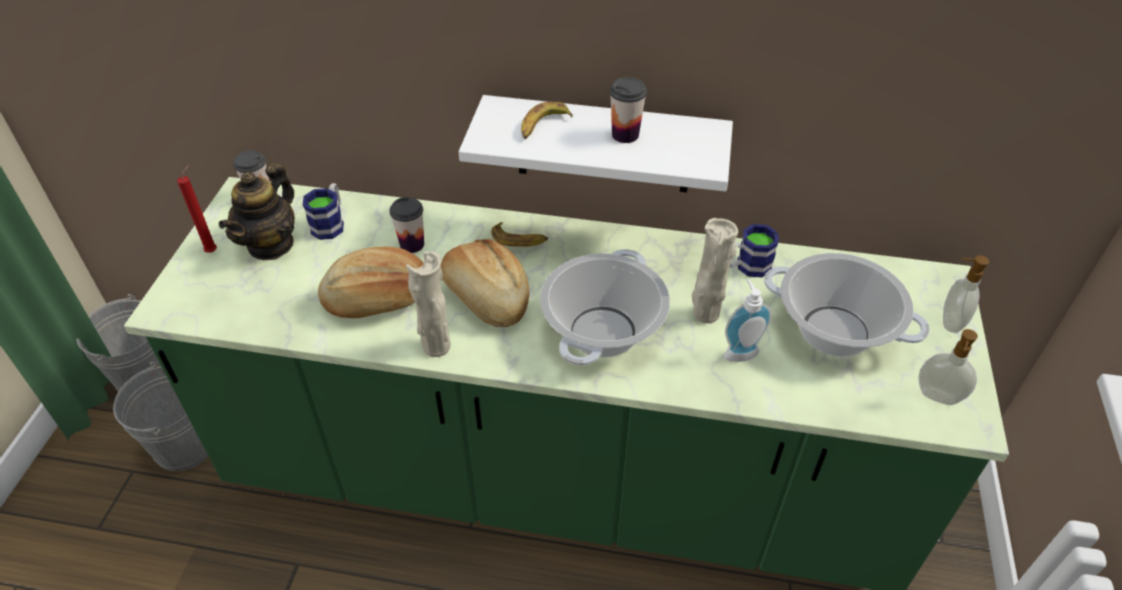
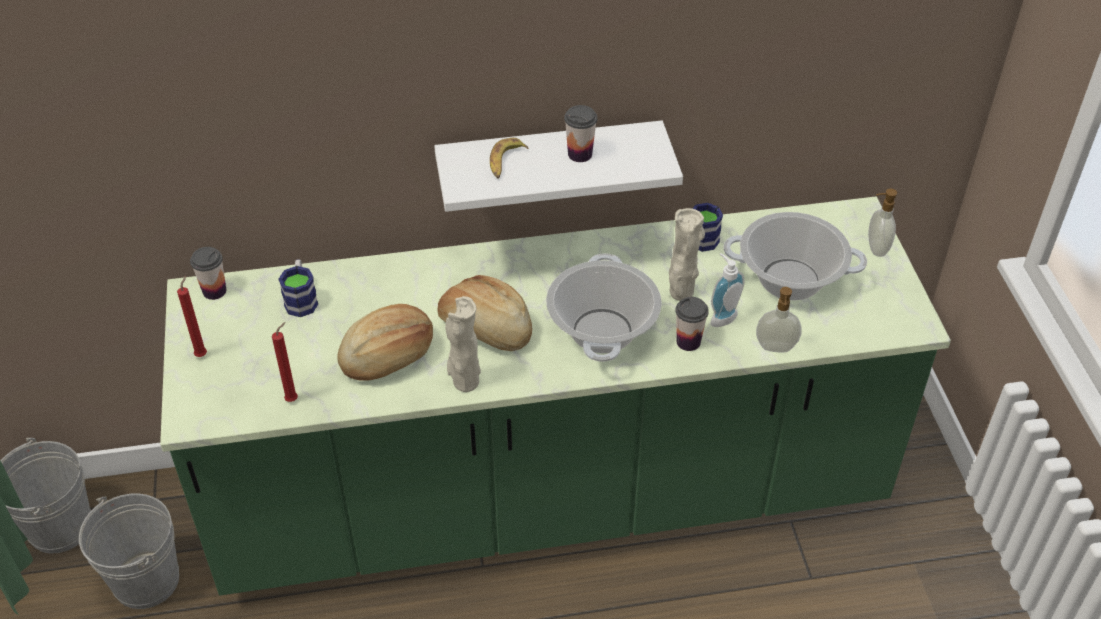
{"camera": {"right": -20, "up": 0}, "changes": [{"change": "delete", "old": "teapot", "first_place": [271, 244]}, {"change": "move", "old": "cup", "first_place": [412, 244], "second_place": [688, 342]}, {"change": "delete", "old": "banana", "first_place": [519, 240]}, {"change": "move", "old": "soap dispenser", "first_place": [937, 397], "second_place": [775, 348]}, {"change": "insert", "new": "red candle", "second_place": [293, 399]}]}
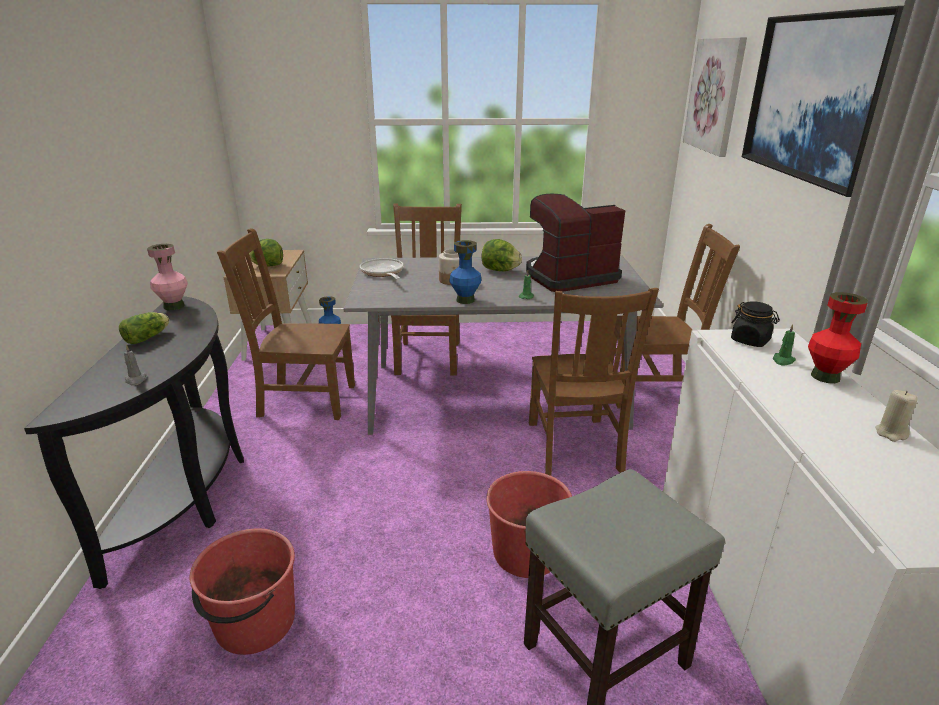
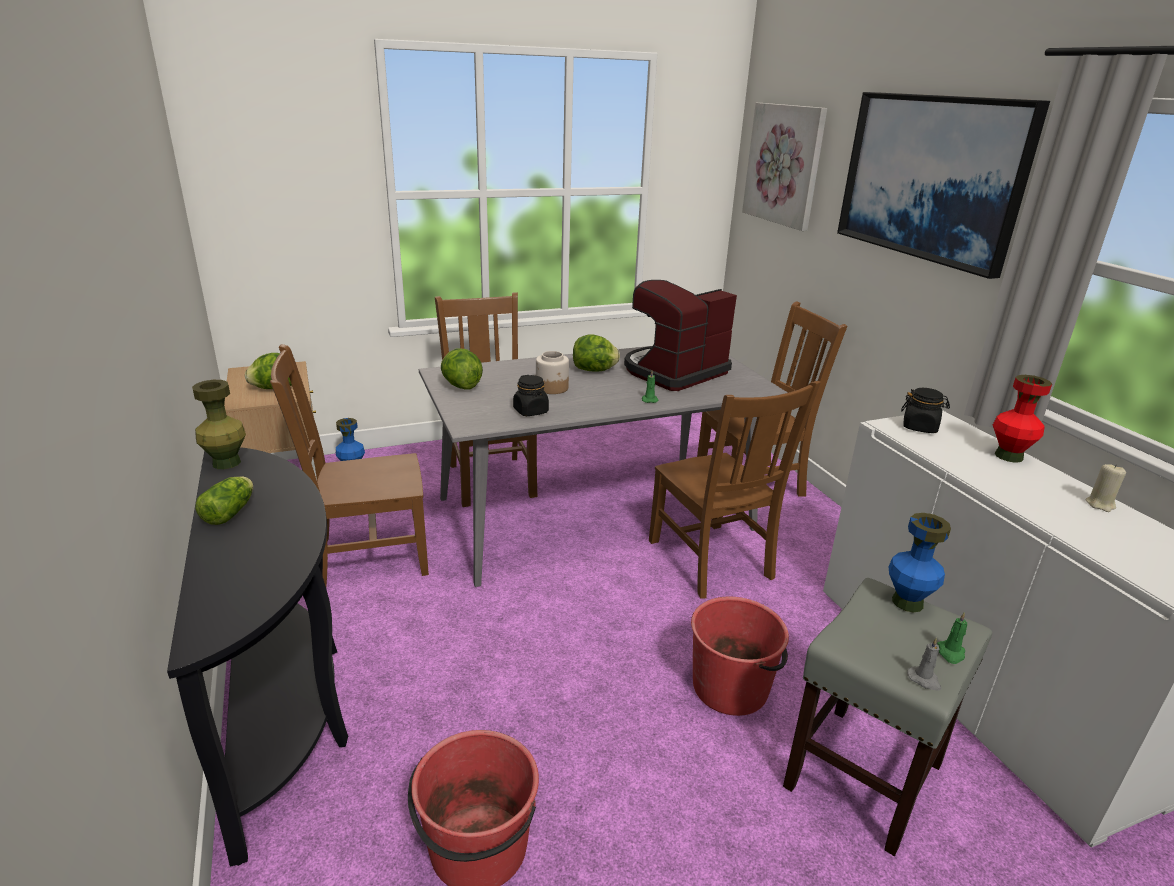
{"camera": {"right": -20, "up": 0}, "changes": [{"change": "move", "old": "grey candle", "first_place": [136, 380], "second_place": [924, 680]}, {"change": "recolor", "old": "pink vase", "new": "green vase", "first_place": [174, 306], "second_place": [226, 462]}, {"change": "replace", "old": "frying pan", "new": "lettuce", "first_place": [383, 273], "second_place": [461, 386]}, {"change": "move", "old": "blue vase", "first_place": [465, 300], "second_place": [907, 603]}, {"change": "move", "old": "green candle", "first_place": [783, 360], "second_place": [950, 653]}, {"change": "insert", "new": "black jar", "second_place": [531, 411]}]}
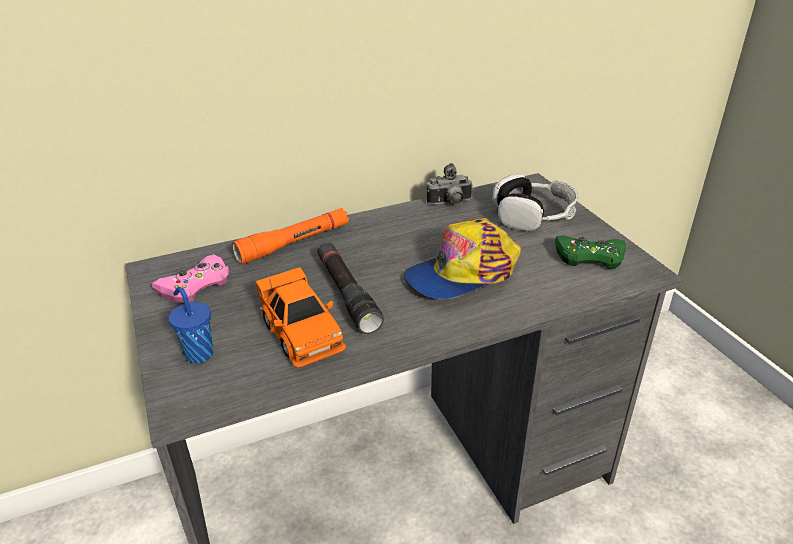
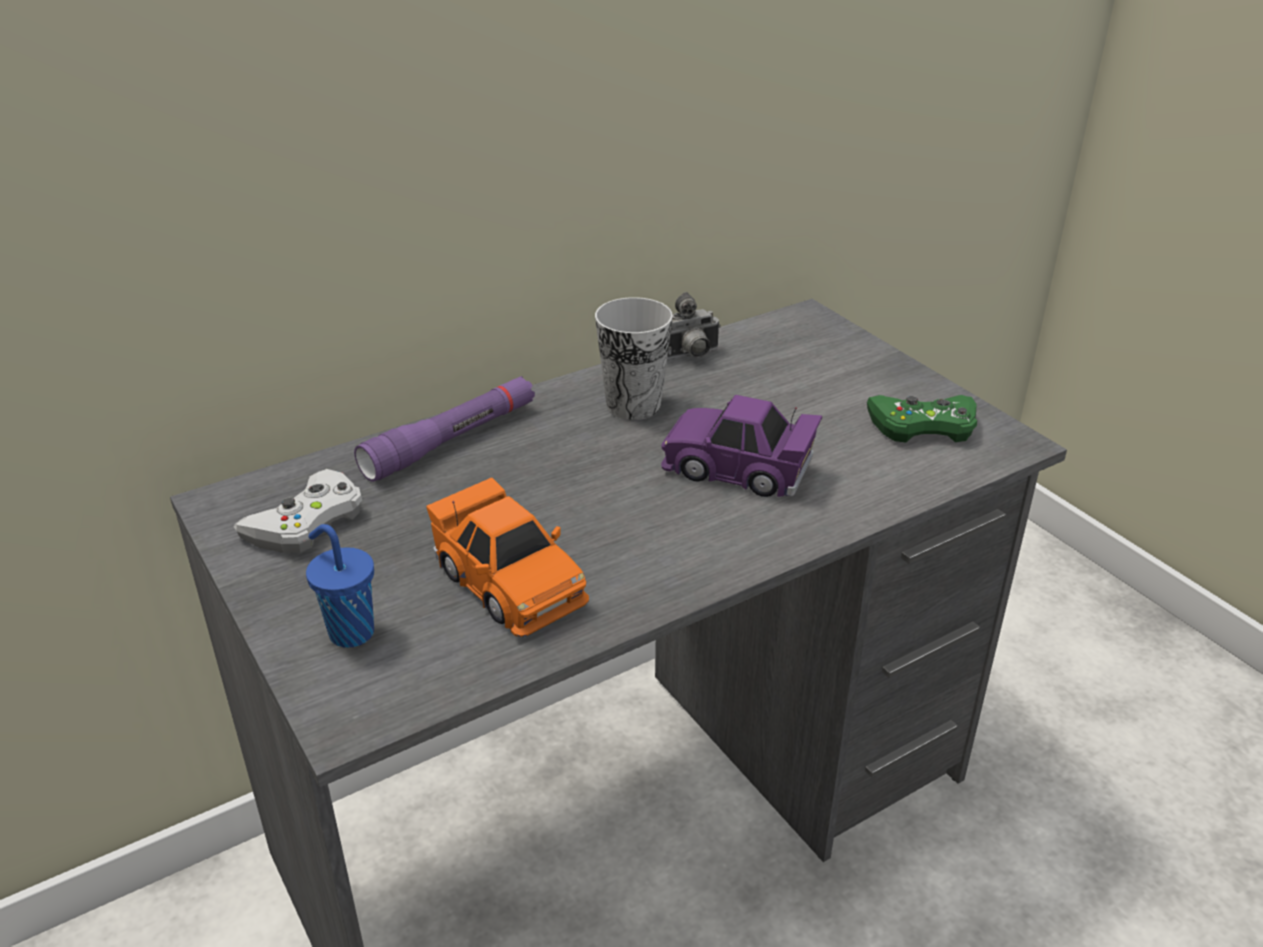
{"camera": {"right": -10, "up": 0}, "changes": [{"change": "recolor", "old": "pink game controller", "new": "white game controller", "first_place": [195, 285], "second_place": [306, 522]}, {"change": "recolor", "old": "orange flashlight", "new": "purple flashlight", "first_place": [294, 243], "second_place": [451, 440]}, {"change": "delete", "old": "black flashlight", "first_place": [347, 294]}, {"change": "replace", "old": "cap", "new": "purple toy car", "first_place": [463, 274], "second_place": [738, 469]}, {"change": "delete", "old": "headphones", "first_place": [533, 216]}, {"change": "insert", "new": "cup", "second_place": [633, 405]}]}
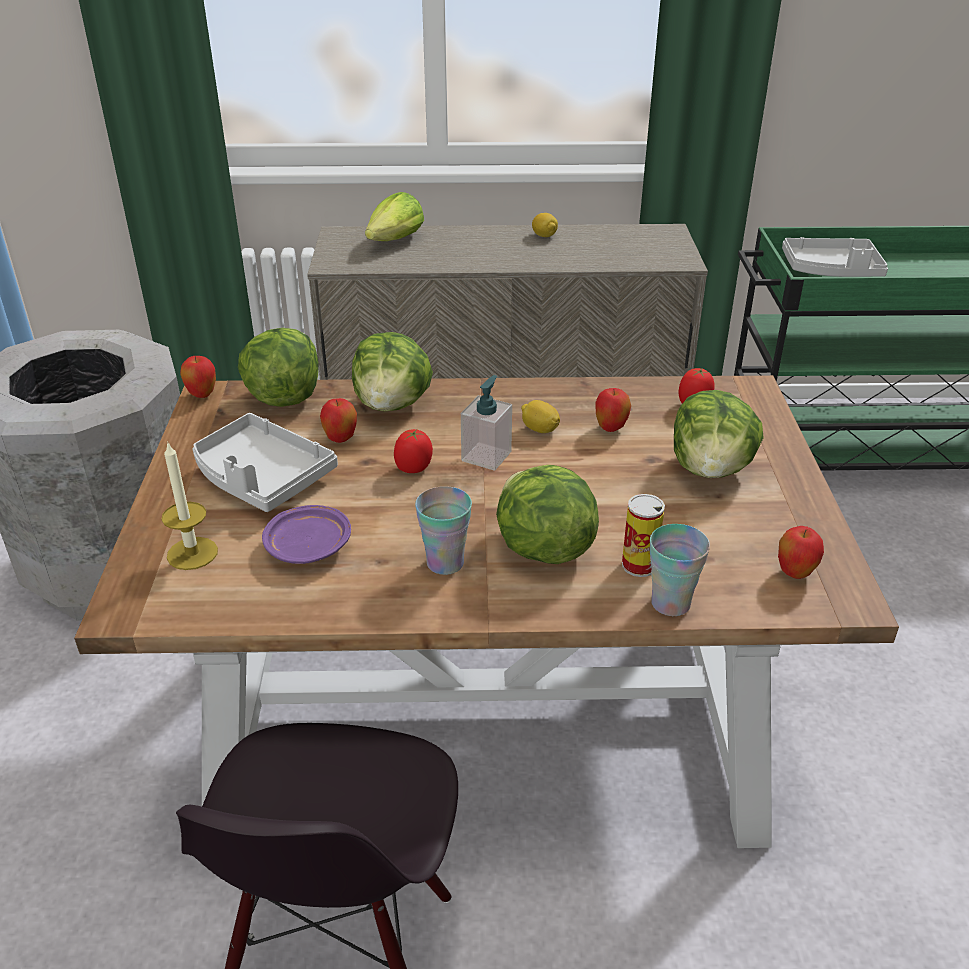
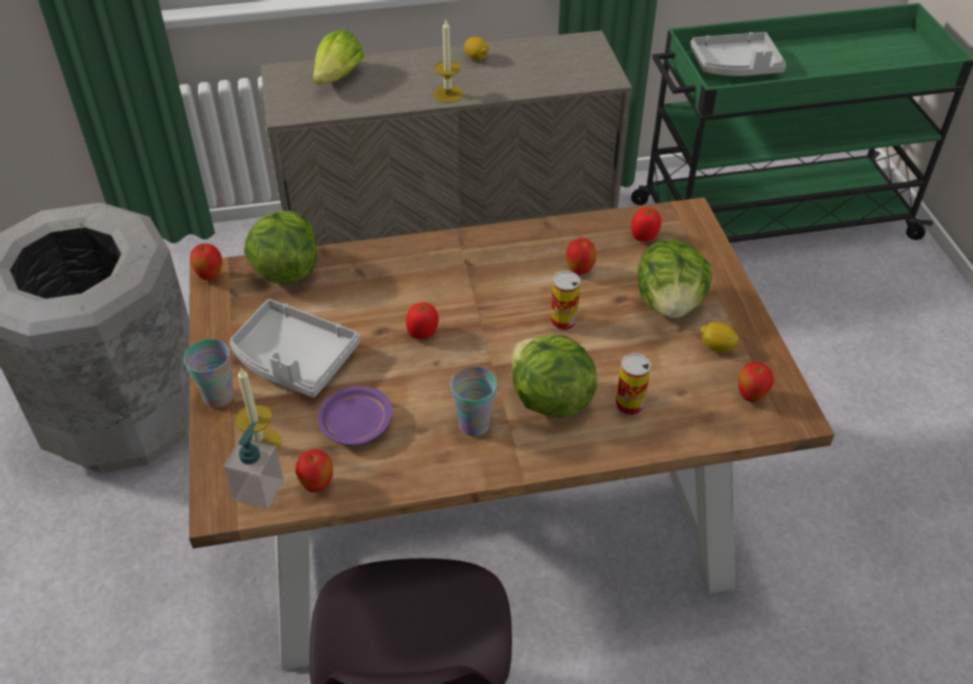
{"camera": {"right": -10, "up": 10}, "changes": [{"change": "move", "old": "apple", "first_place": [340, 439], "second_place": [317, 485]}, {"change": "delete", "old": "lettuce", "first_place": [393, 405]}, {"change": "move", "old": "soap dispenser", "first_place": [486, 456], "second_place": [259, 490]}, {"change": "move", "old": "lemon", "first_place": [539, 430], "second_place": [716, 347]}, {"change": "move", "old": "cup", "first_place": [670, 603], "second_place": [218, 397]}, {"change": "insert", "new": "candle", "second_place": [448, 94]}, {"change": "insert", "new": "can", "second_place": [563, 322]}]}
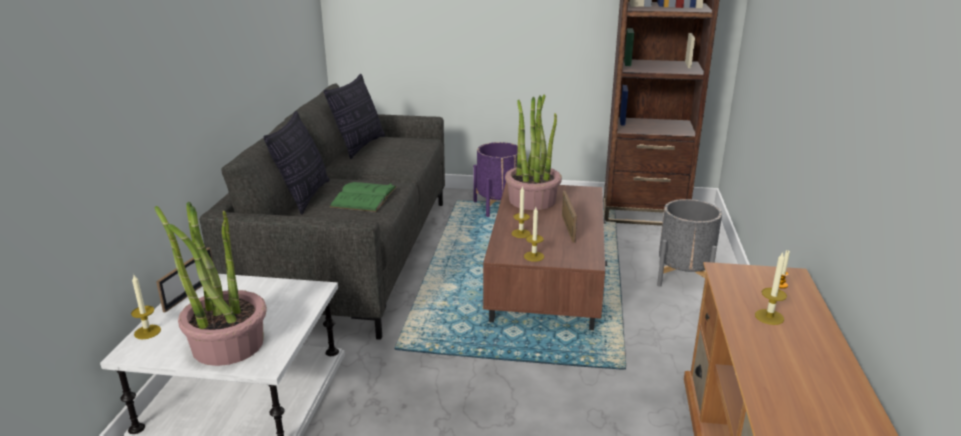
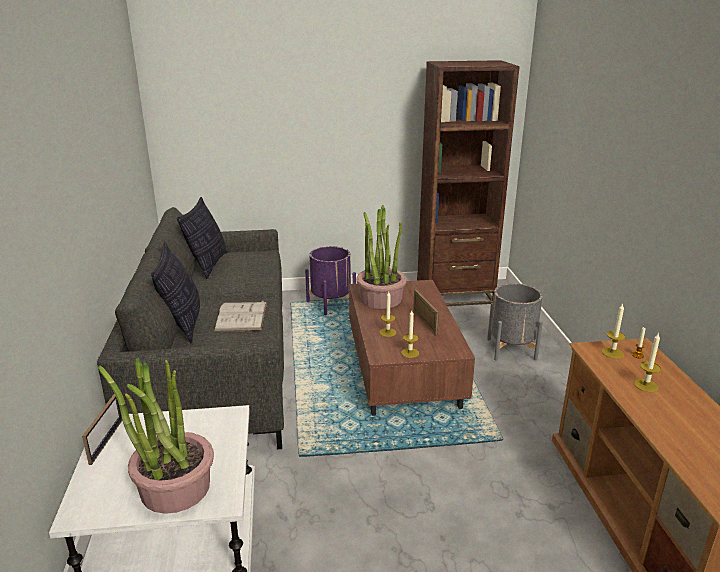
{"camera": {"right": -15, "up": 0}, "changes": [{"change": "move", "old": "candle", "first_place": [147, 332], "second_place": [612, 353]}, {"change": "recolor", "old": "green book", "new": "white book", "first_place": [364, 197], "second_place": [241, 317]}]}
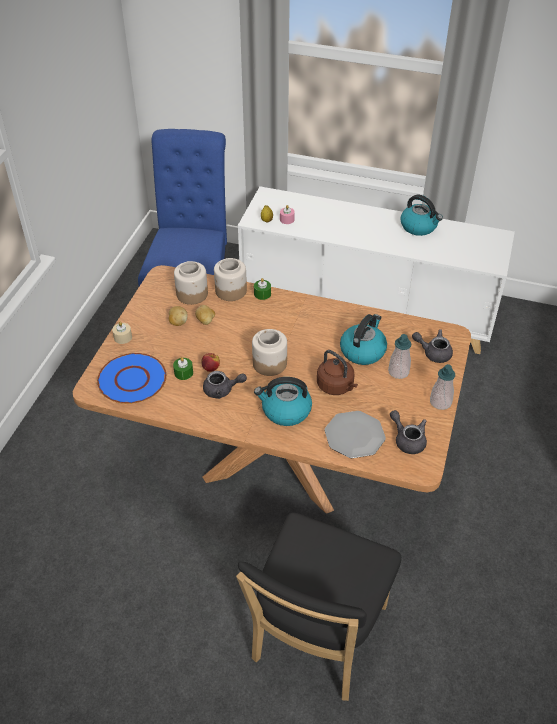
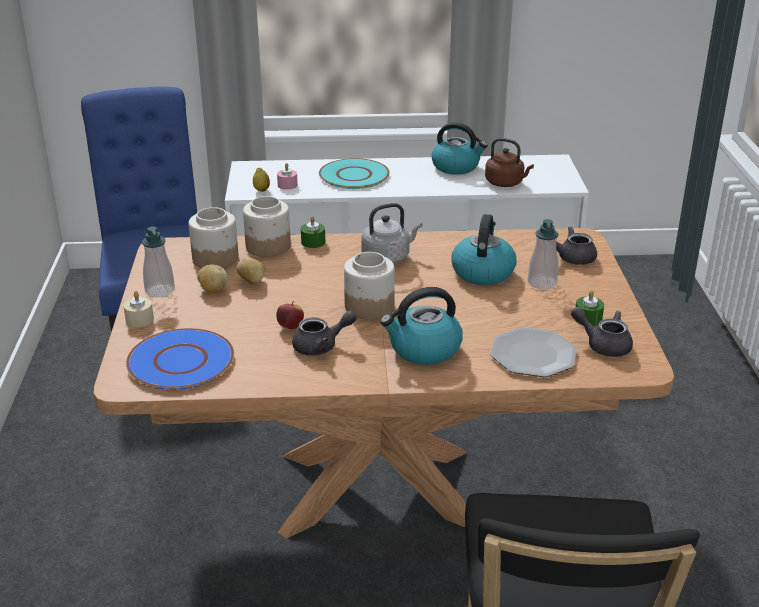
{"camera": {"right": -20, "up": -15}, "changes": [{"change": "move", "old": "green candle", "first_place": [183, 373], "second_place": [588, 319]}, {"change": "move", "old": "brown kettle", "first_place": [336, 386], "second_place": [506, 183]}, {"change": "move", "old": "soap dispenser", "first_place": [440, 402], "second_place": [160, 290]}, {"change": "insert", "new": "turquoise plate", "second_place": [353, 175]}, {"change": "insert", "new": "grey kettle", "second_place": [388, 257]}]}
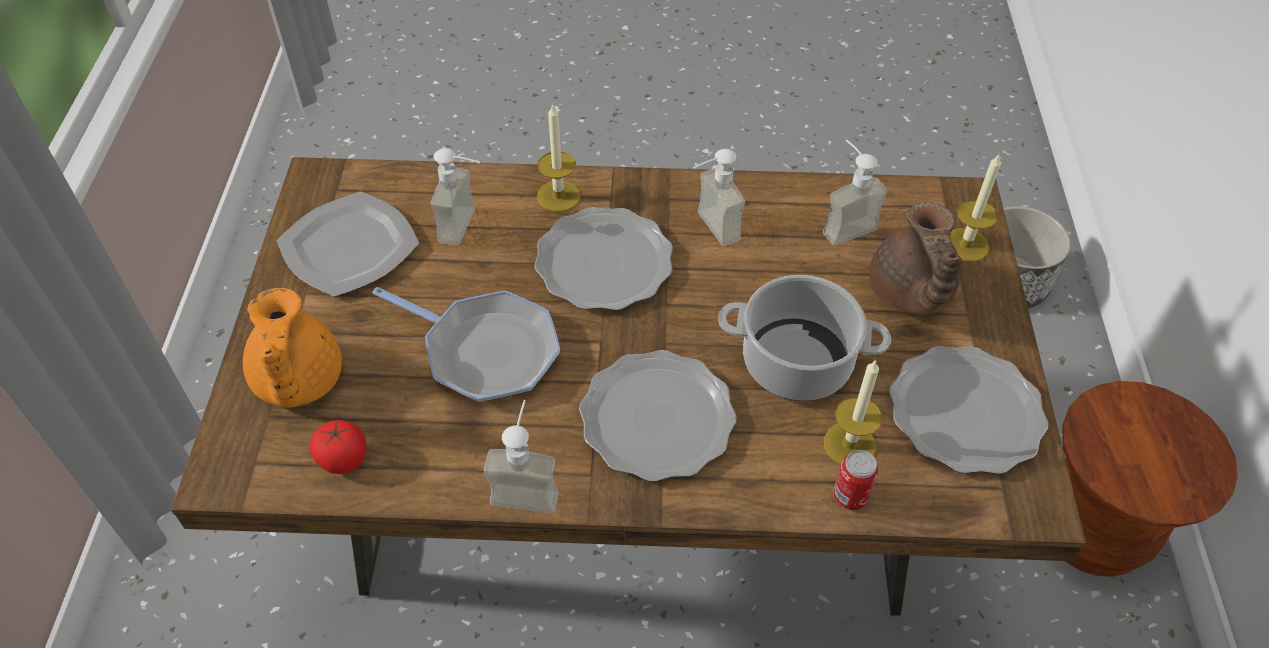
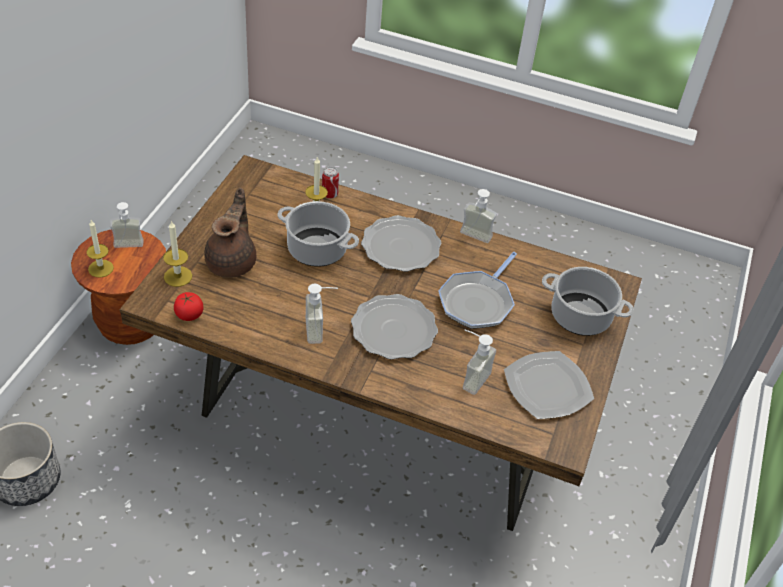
{"camera": {"right": -165, "up": -5}, "changes": [{"change": "replace", "old": "orange teapot", "new": "cooking pot", "first_place": [297, 382], "second_place": [581, 316]}, {"change": "move", "old": "tomato", "first_place": [343, 459], "second_place": [189, 315]}, {"change": "rotate", "old": "frying pan", "first_place": [485, 351], "second_place": [477, 302], "degrees": -105}, {"change": "move", "old": "candle", "first_place": [558, 196], "second_place": [100, 268]}, {"change": "move", "old": "soap dispenser", "first_place": [843, 224], "second_place": [128, 248]}, {"change": "delete", "old": "plate", "first_place": [964, 412]}]}
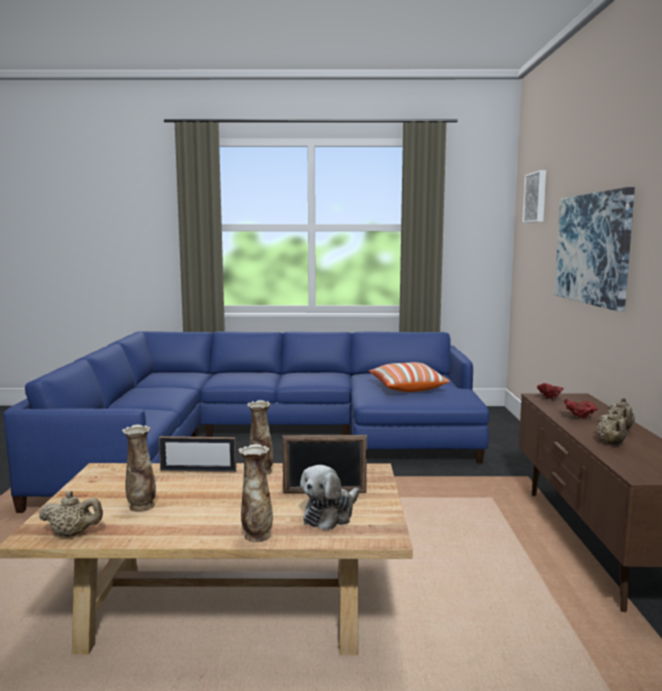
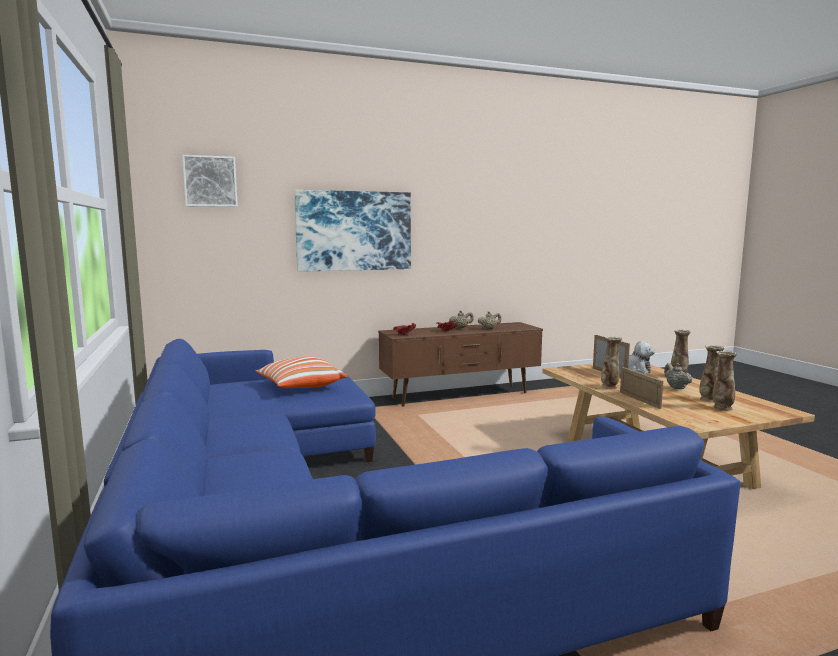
{"camera": {"right": -110, "up": 0}, "changes": [{"change": "move", "old": "beige teapot", "first_place": [73, 534], "second_place": [676, 387]}, {"change": "insert", "new": "vase", "second_place": [722, 408]}]}
